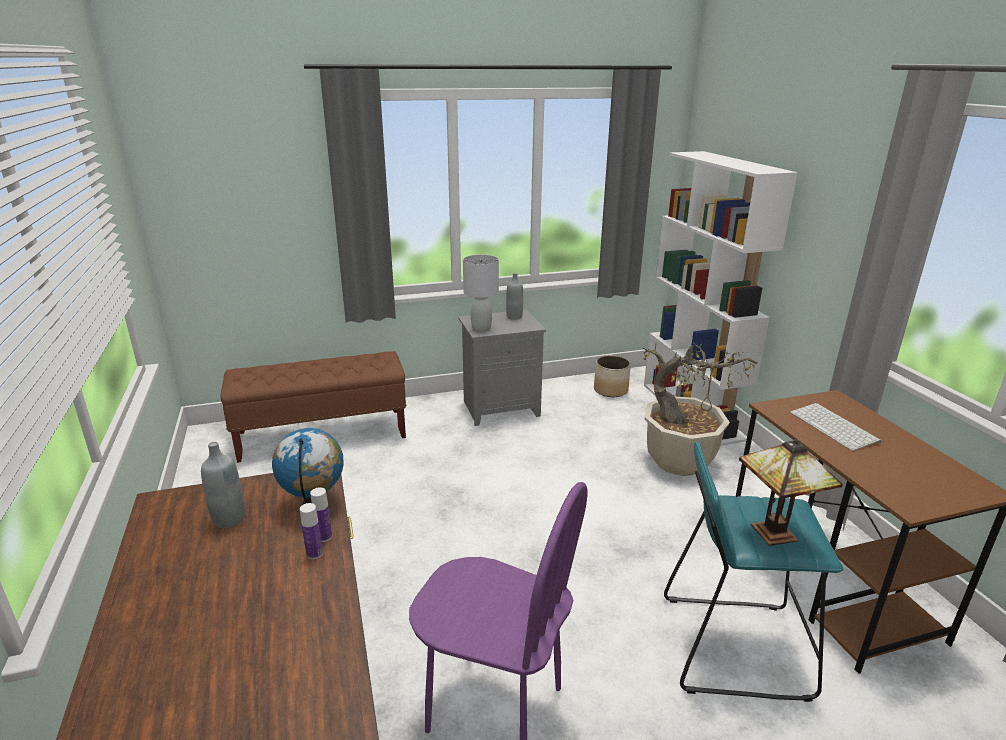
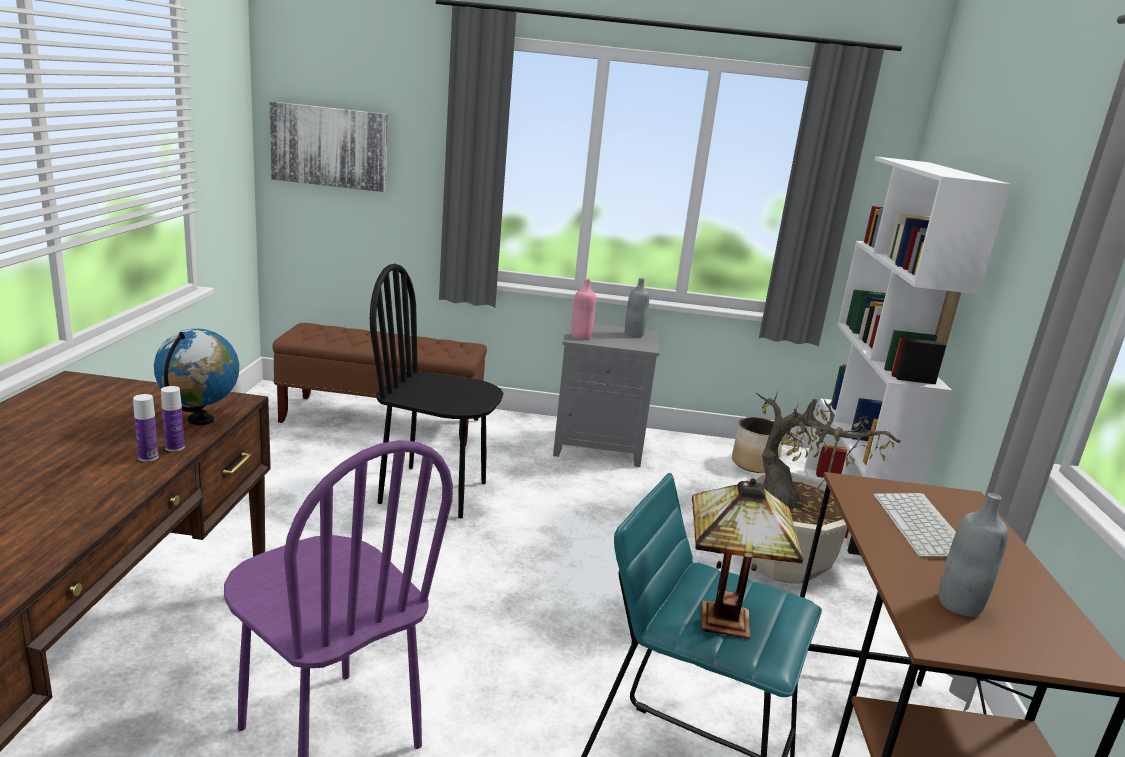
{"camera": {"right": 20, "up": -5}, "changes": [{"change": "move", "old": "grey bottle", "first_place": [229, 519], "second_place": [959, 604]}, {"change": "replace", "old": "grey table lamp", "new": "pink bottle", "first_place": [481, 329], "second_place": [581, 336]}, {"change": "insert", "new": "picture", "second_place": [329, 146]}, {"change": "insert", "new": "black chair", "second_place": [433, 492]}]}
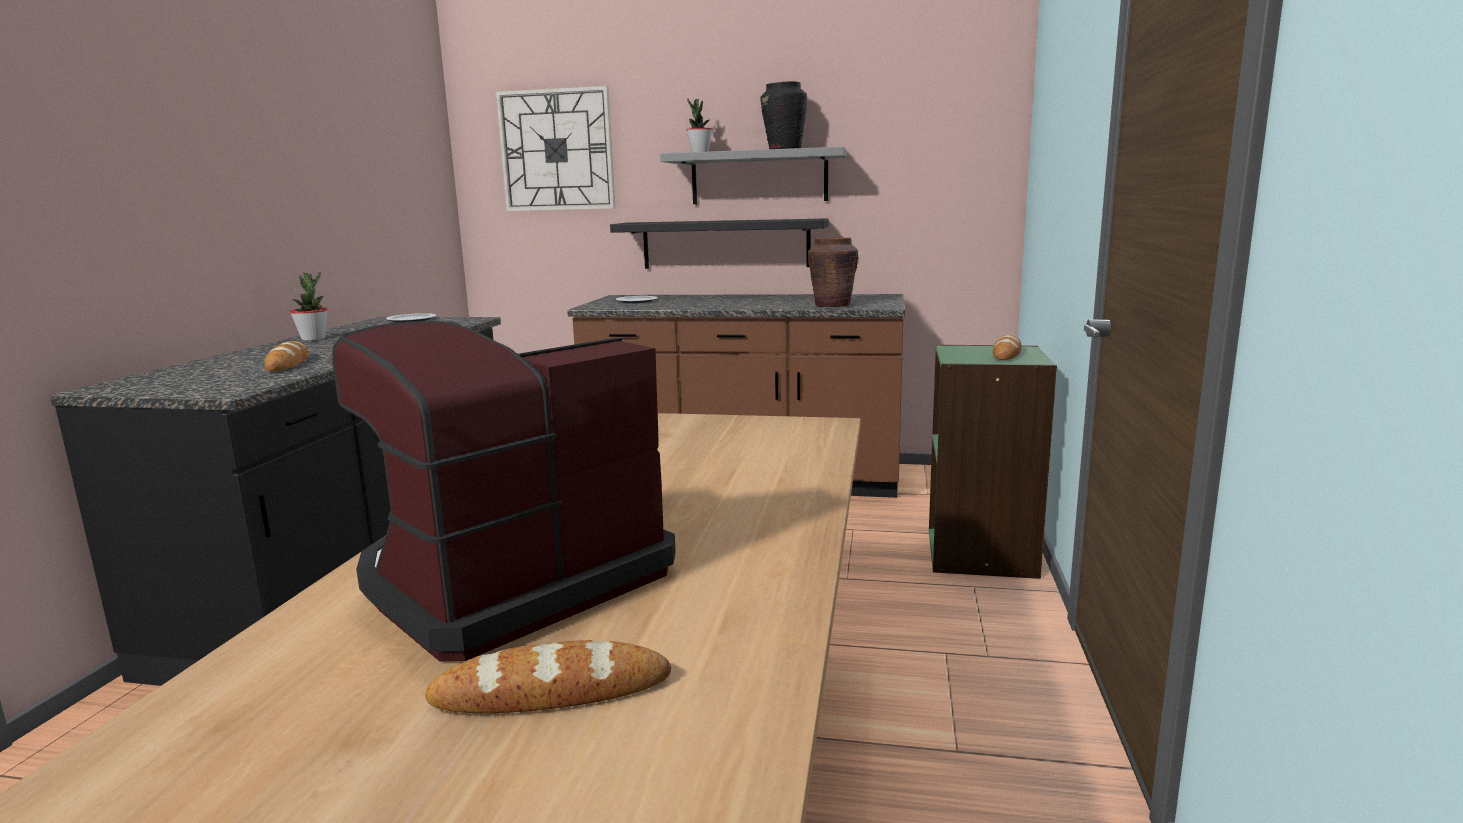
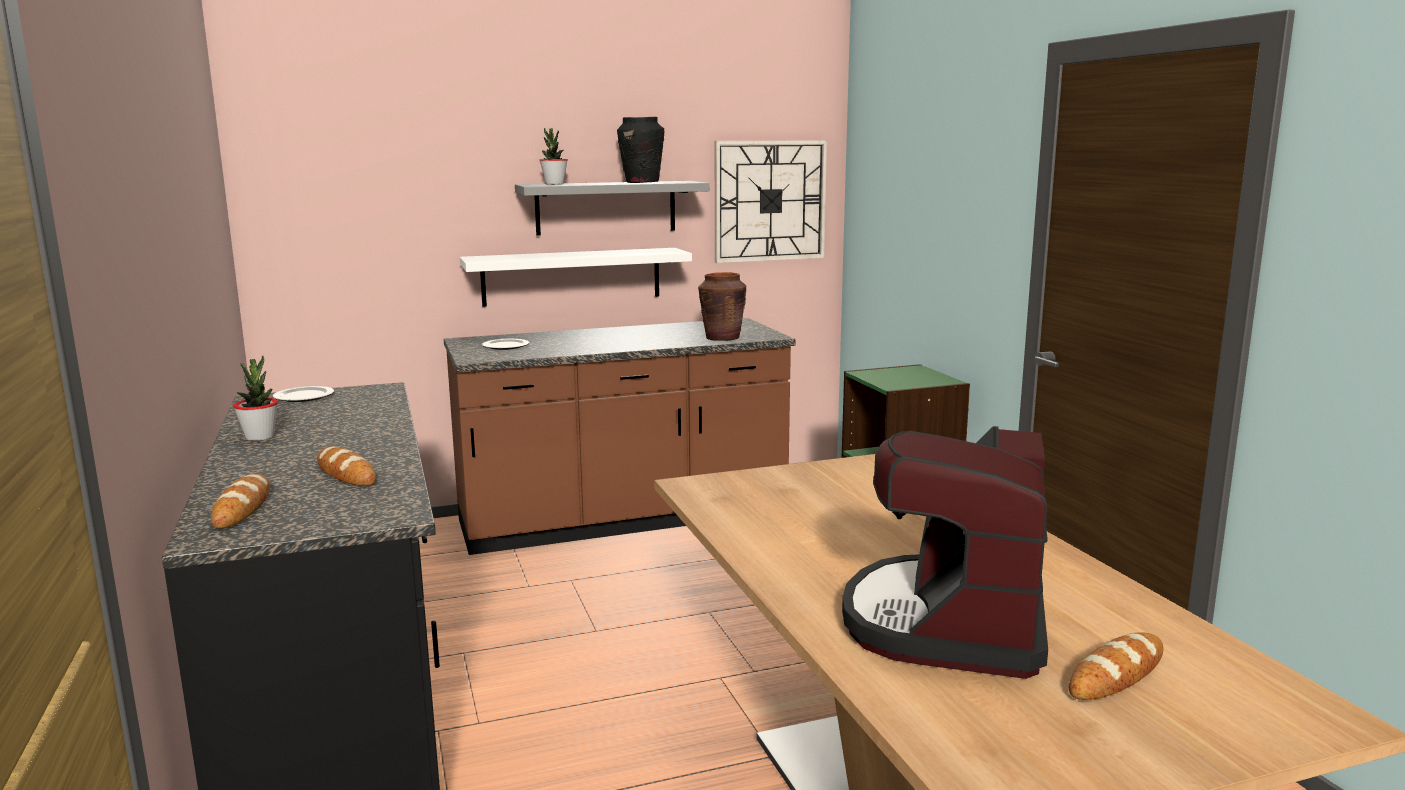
{"camera": {"right": -30, "up": 0}, "changes": [{"change": "move", "old": "wall clock", "first_place": [556, 150], "second_place": [770, 201]}, {"change": "recolor", "old": "black shelf", "new": "white shelf", "first_place": [725, 244], "second_place": [572, 276]}, {"change": "move", "old": "bread", "first_place": [1006, 353], "second_place": [242, 507]}]}
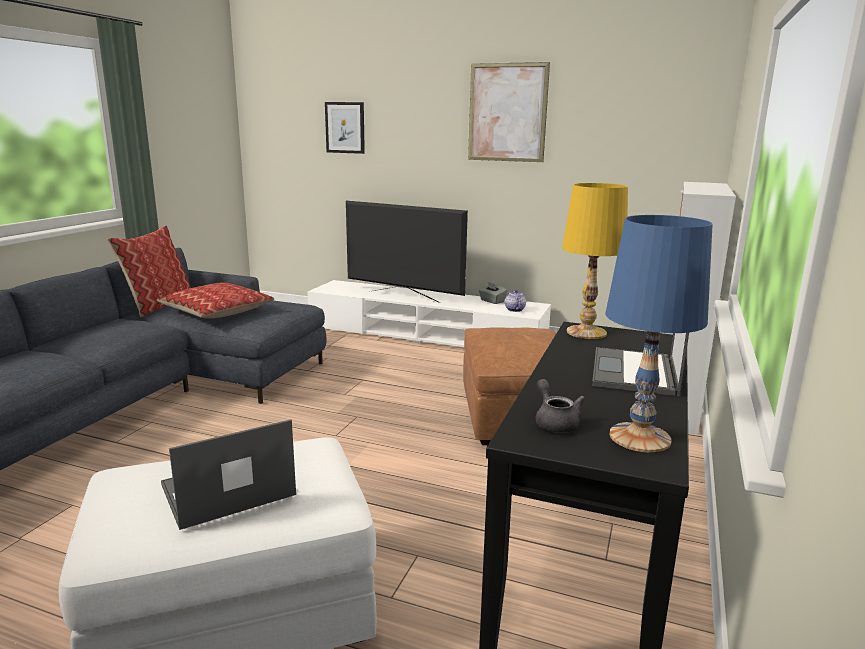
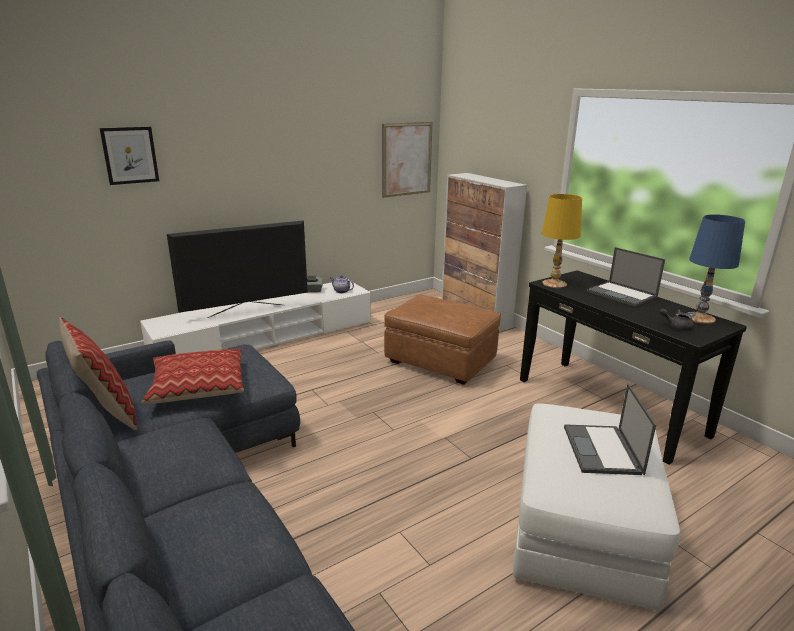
{"camera": {"right": -55, "up": 5}, "changes": [{"change": "move", "old": "picture", "first_place": [507, 113], "second_place": [407, 159]}]}
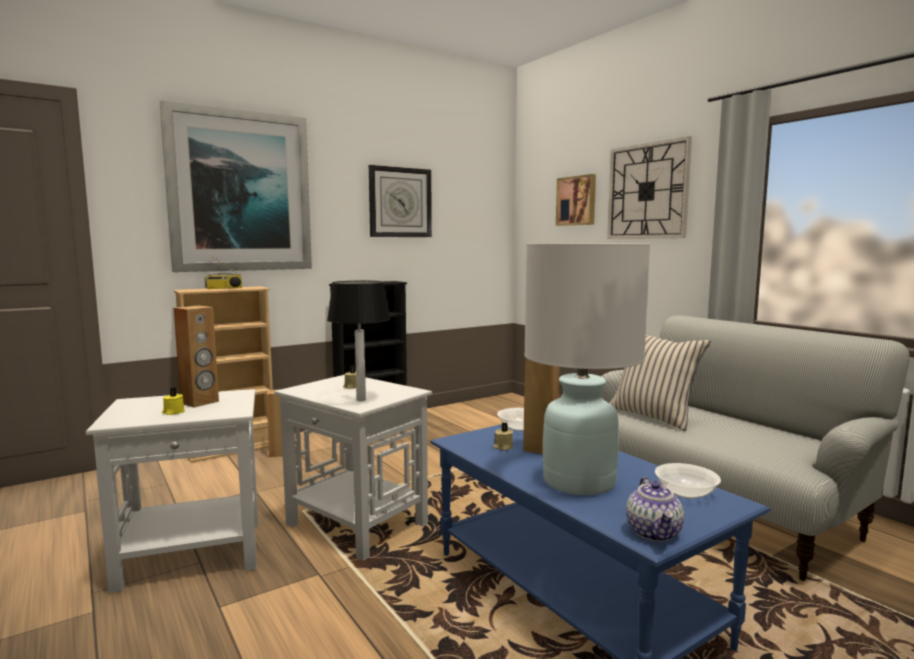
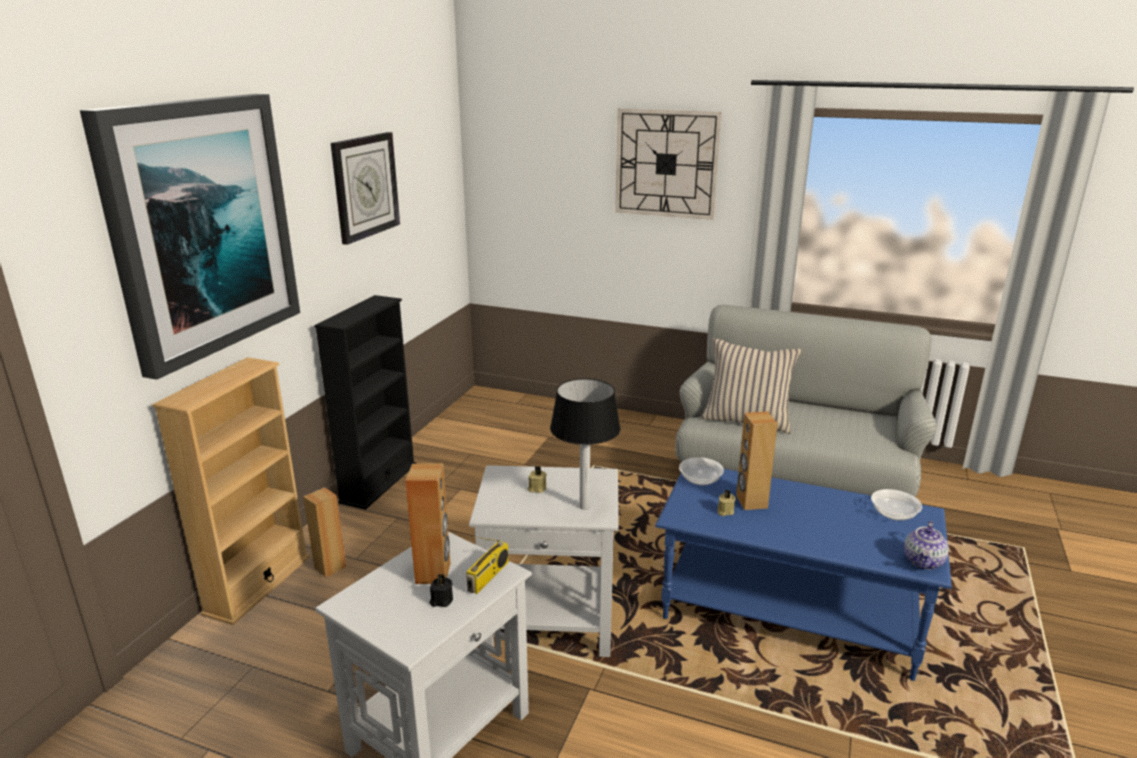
{"camera": {"right": -35, "up": 15}, "changes": [{"change": "recolor", "old": "yellow candle", "new": "black candle", "first_place": [173, 412], "second_place": [441, 600]}, {"change": "move", "old": "radio", "first_place": [223, 288], "second_place": [488, 577]}, {"change": "delete", "old": "white table lamp", "first_place": [578, 481]}, {"change": "delete", "old": "picture", "first_place": [577, 201]}, {"change": "rotate", "old": "teapot", "first_place": [654, 533], "second_place": [924, 561], "degrees": 60}]}
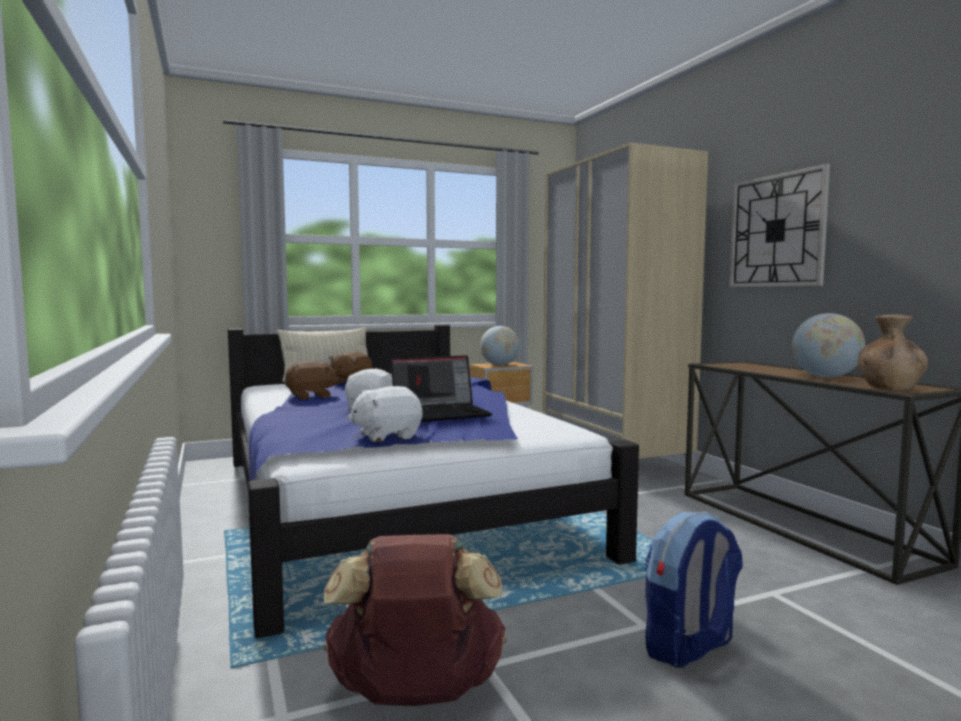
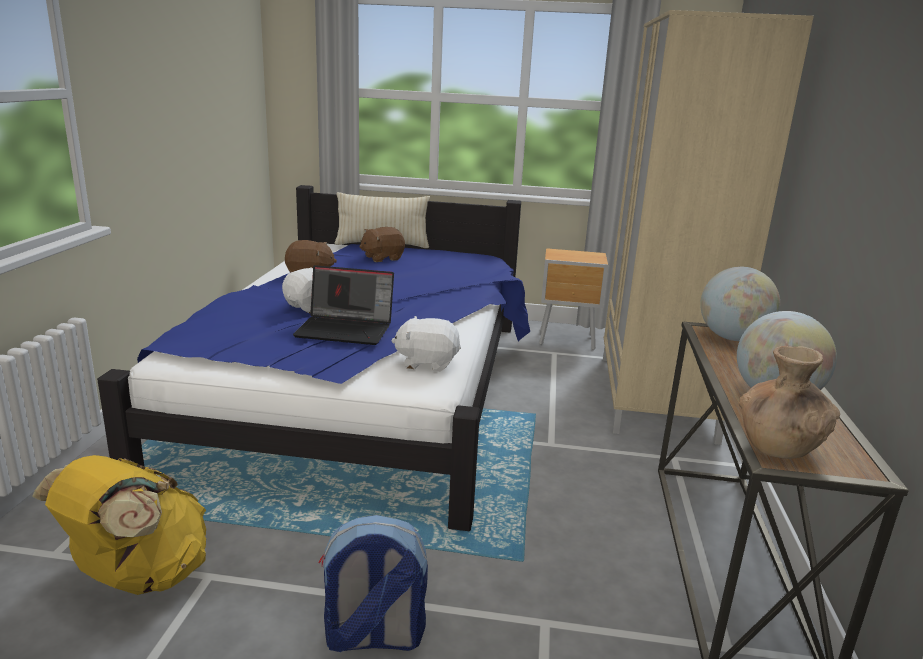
{"camera": {"right": 30, "up": 15}, "changes": [{"change": "recolor", "old": "brown backpack", "new": "yellow backpack", "first_place": [416, 695], "second_place": [138, 577]}, {"change": "move", "old": "white plush toy", "first_place": [387, 436], "second_place": [427, 362]}, {"change": "move", "old": "globe", "first_place": [499, 365], "second_place": [732, 338]}, {"change": "delete", "old": "wall clock", "first_place": [777, 231]}]}
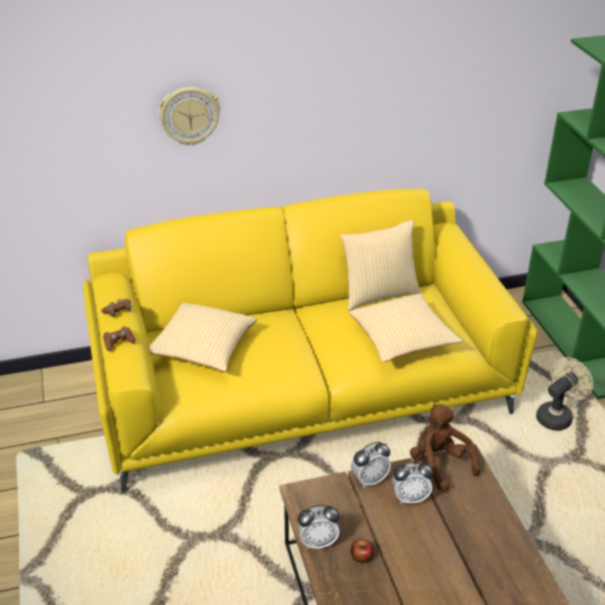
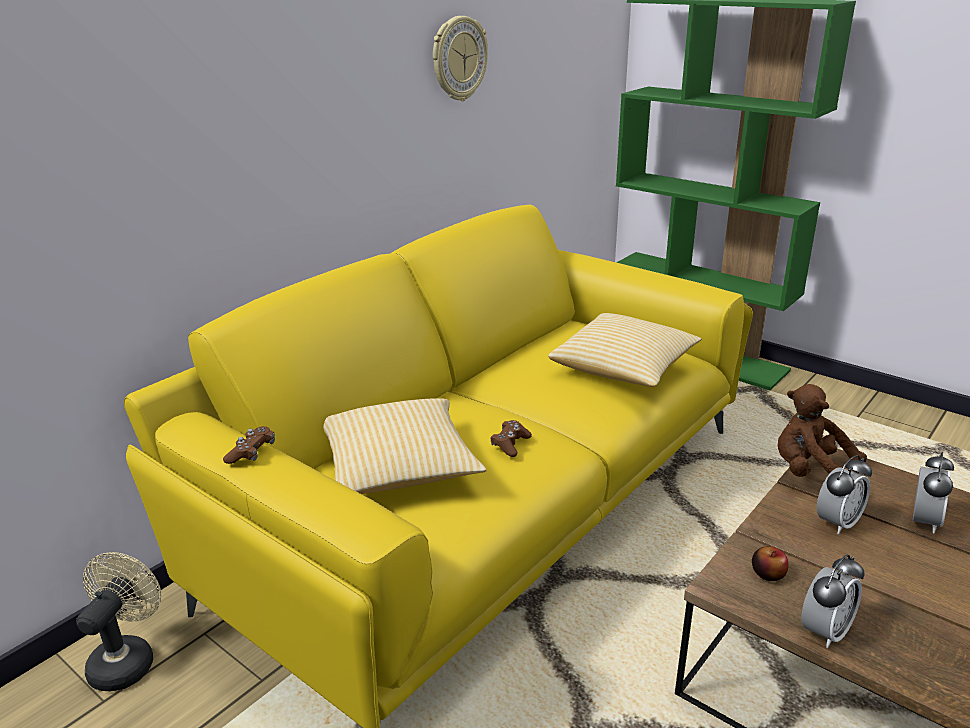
{"camera": {"right": -35, "up": -10}, "changes": [{"change": "move", "old": "brown game controller", "first_place": [119, 342], "second_place": [510, 444]}, {"change": "move", "old": "wall clock", "first_place": [189, 115], "second_place": [458, 59]}, {"change": "delete", "old": "pillow", "first_place": [378, 294]}, {"change": "move", "old": "alarm clock", "first_place": [369, 479], "second_place": [924, 521]}, {"change": "move", "old": "apple", "first_place": [361, 556], "second_place": [768, 574]}, {"change": "move", "old": "beige fan", "first_place": [557, 416], "second_place": [127, 659]}]}
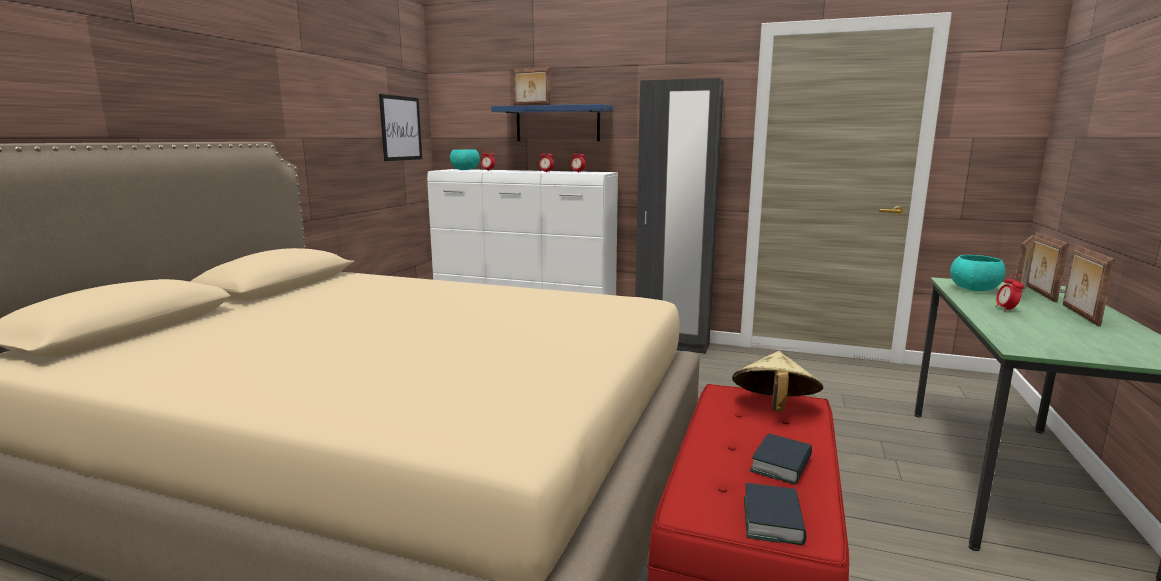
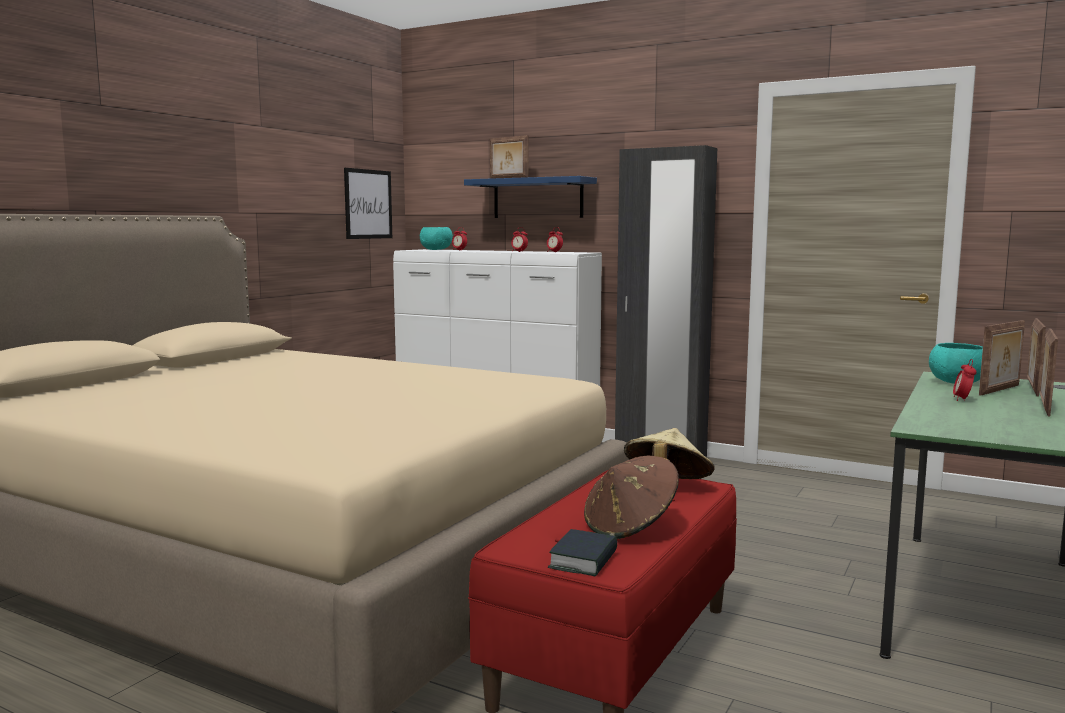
{"camera": {"right": 10, "up": -5}, "changes": [{"change": "replace", "old": "book", "new": "brown hat", "first_place": [781, 465], "second_place": [630, 527]}]}
